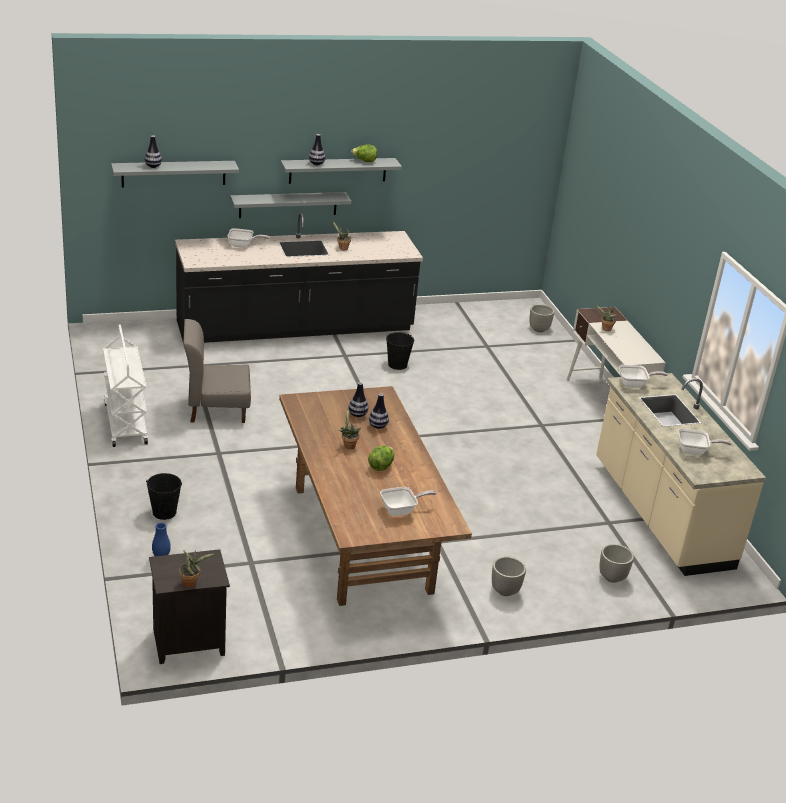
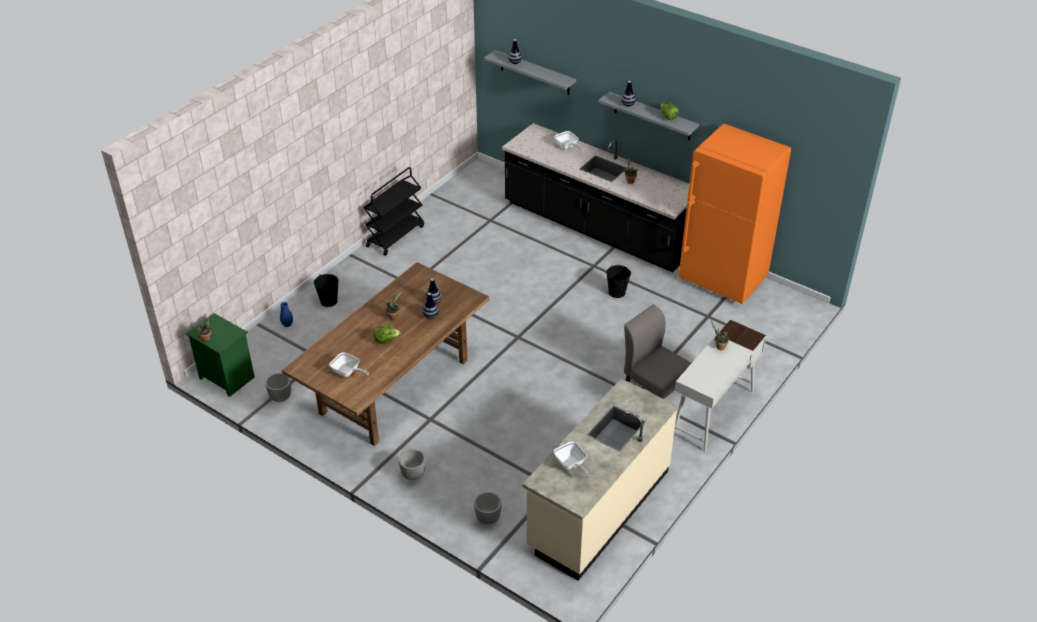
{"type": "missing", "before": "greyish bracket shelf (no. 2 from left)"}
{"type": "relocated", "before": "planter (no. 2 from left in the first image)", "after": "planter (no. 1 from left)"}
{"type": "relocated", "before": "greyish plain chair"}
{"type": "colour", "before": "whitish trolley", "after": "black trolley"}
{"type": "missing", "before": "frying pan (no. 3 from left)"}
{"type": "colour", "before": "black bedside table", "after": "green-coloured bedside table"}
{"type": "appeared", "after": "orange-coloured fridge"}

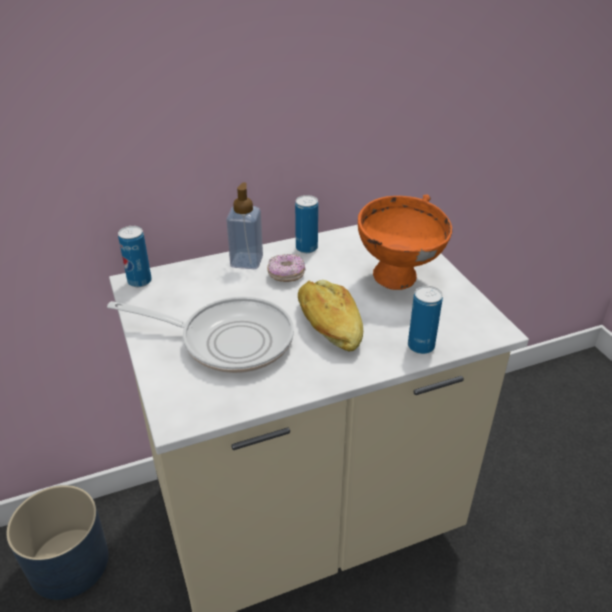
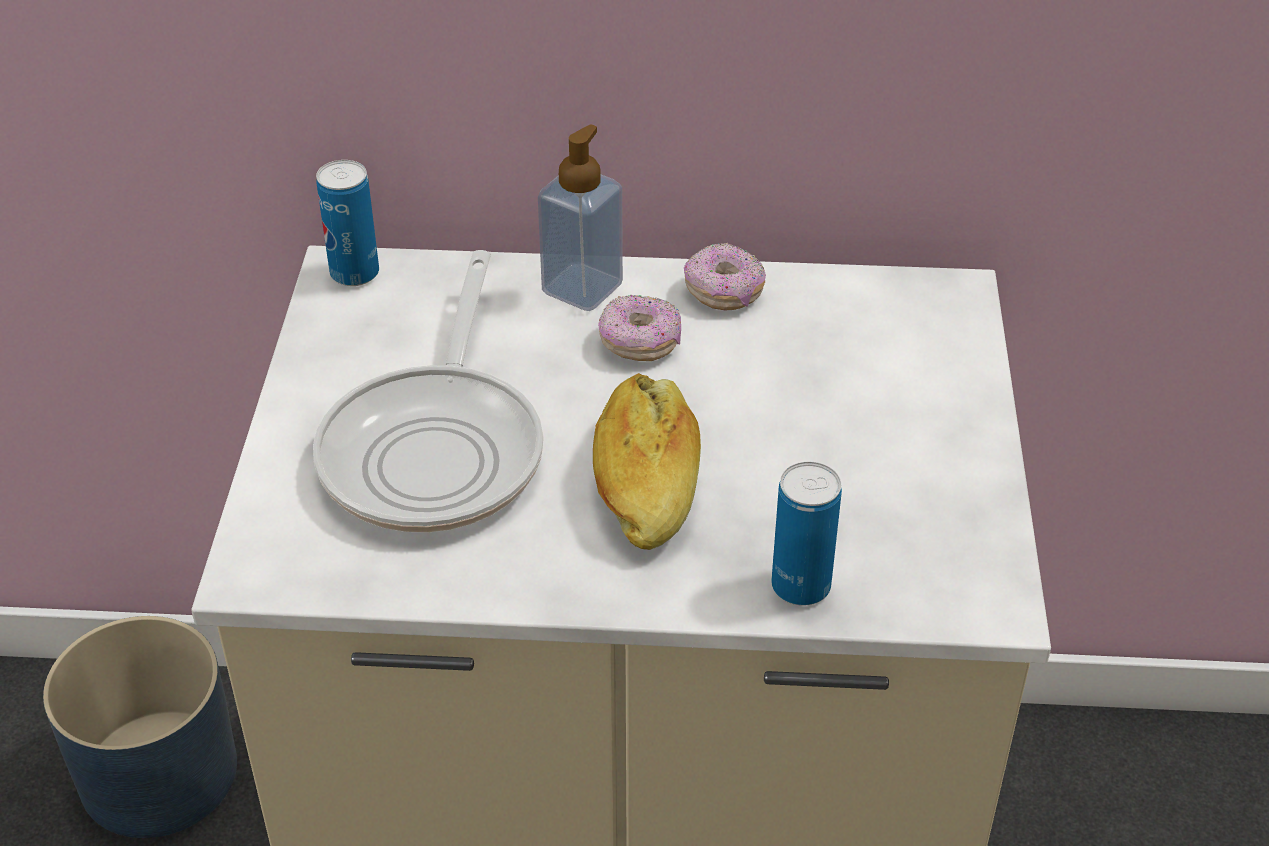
{"type": "exchanged", "before": "sealed can (no. 2 from left)", "after": "ring doughnut (no. 2 from left)"}
{"type": "missing", "before": "orange-coloured bowl"}
{"type": "spun", "before": "frying pan", "turn": 60}

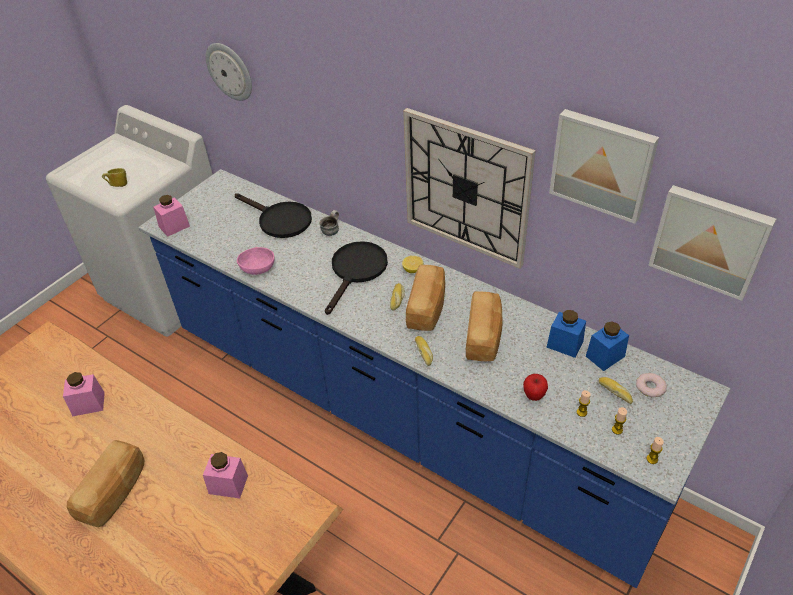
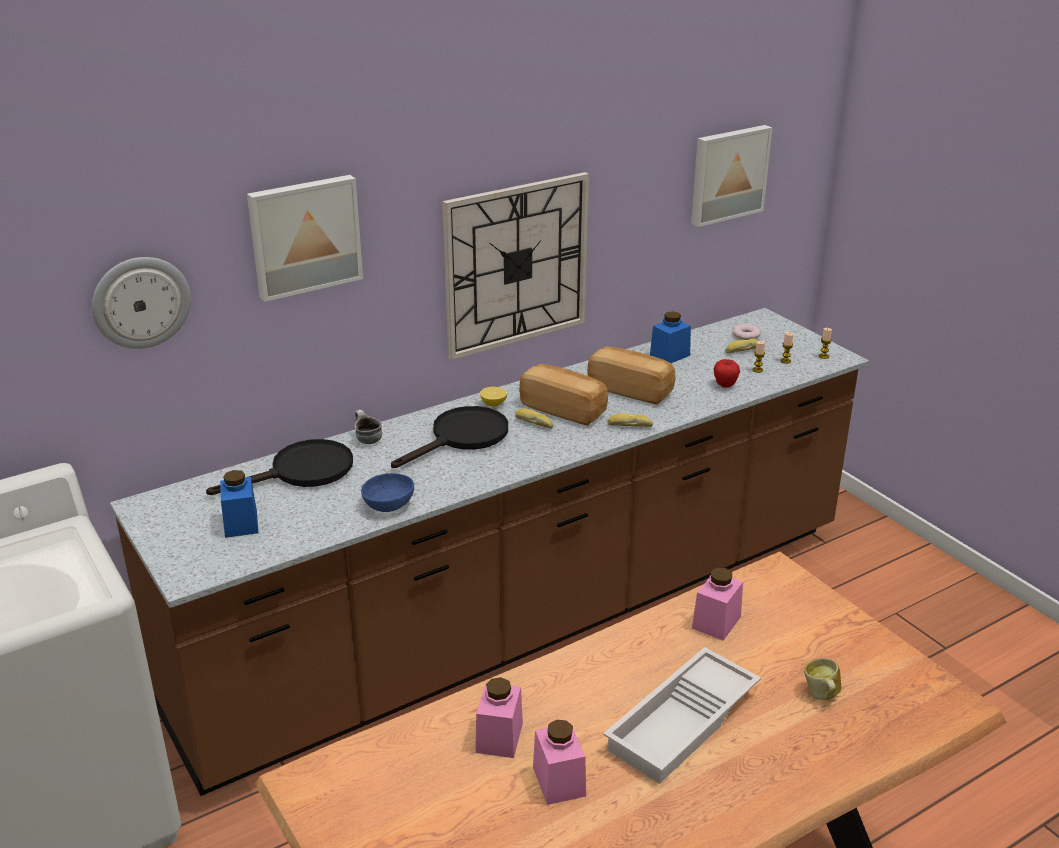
{"type": "relocated", "before": "picture (no. 1 from left)"}
{"type": "relocated", "before": "mug (no. 1 from left in the first image)", "after": "mug (no. 2 from left)"}
{"type": "colour", "before": "blue counter", "after": "brownish counter"}
{"type": "relocated", "before": "pink storage jar (no. 2 from left)"}
{"type": "spun", "before": "black frying pan (no. 2 from left)", "turn": 90}
{"type": "colour", "before": "pink bowl", "after": "blue bowl"}
{"type": "relocated", "before": "blue storage jar (no. 2 from left in the first image)", "after": "blue storage jar (no. 1 from left)"}
{"type": "exchanged", "before": "bakery bread (no. 1 from left)", "after": "whitish carrying tray"}

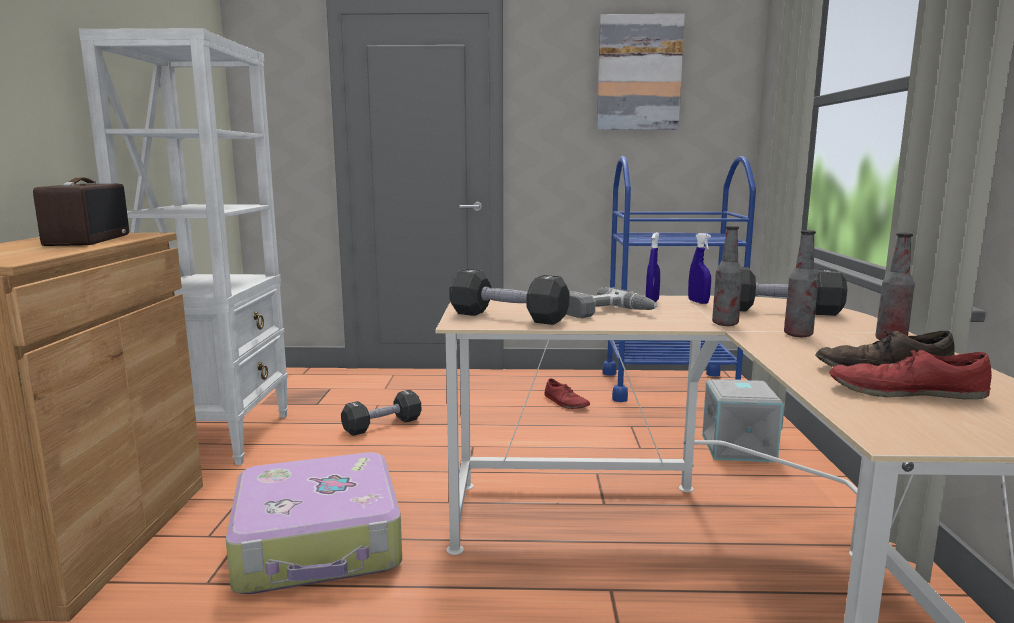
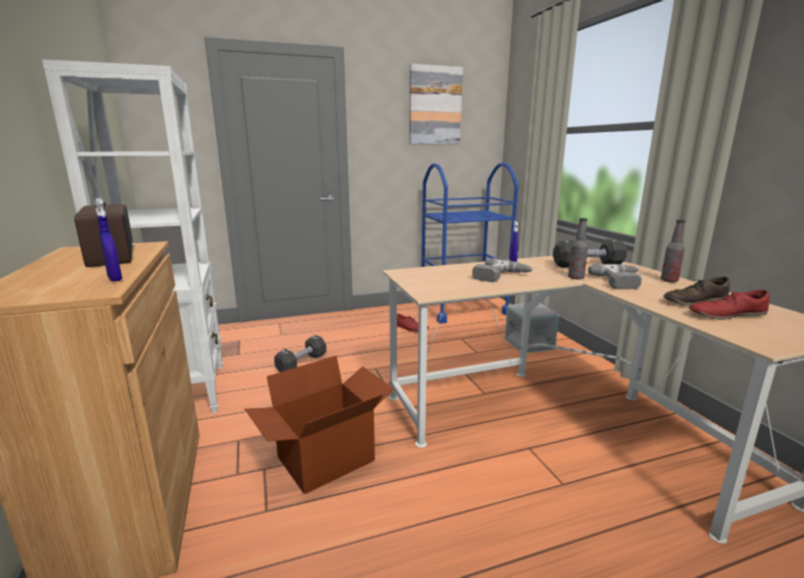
{"type": "exchanged", "before": "drink bottle (no. 2 from left)", "after": "drill (no. 2 from left)"}
{"type": "relocated", "before": "blue sprayer (no. 2 from left in the first image)", "after": "blue sprayer (no. 1 from left)"}
{"type": "missing", "before": "black hand weight (no. 2 from left)"}
{"type": "exchanged", "before": "travel case", "after": "cardboard box"}

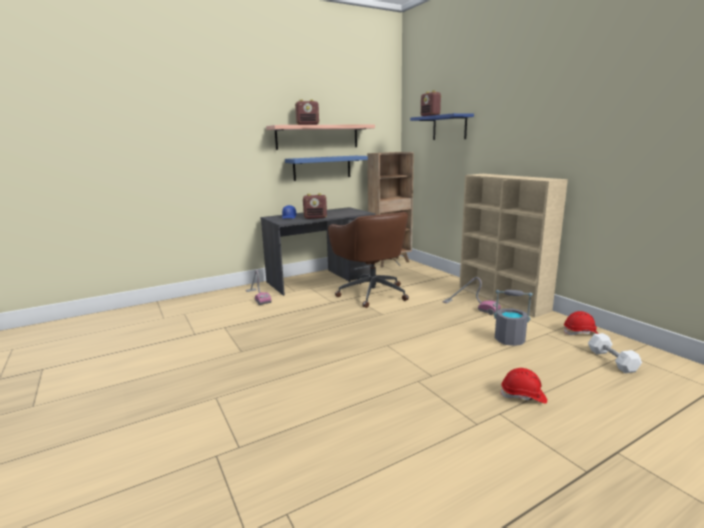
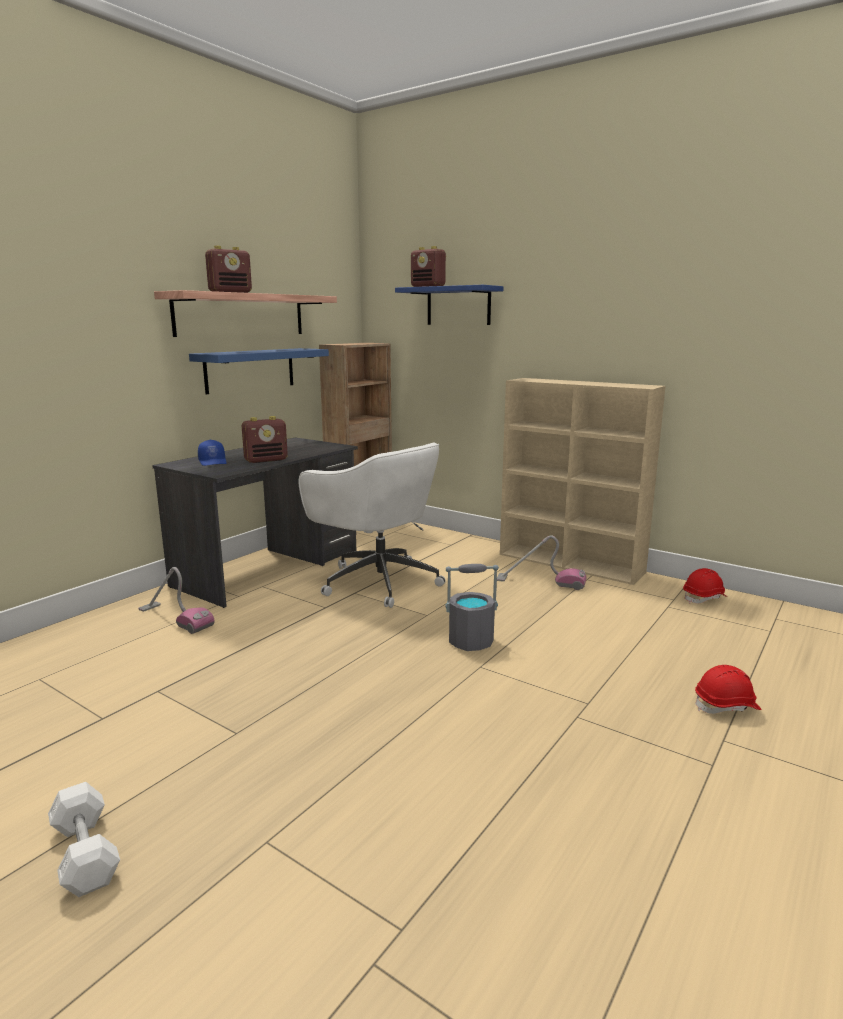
{"type": "colour", "before": "brownish desk chair", "after": "whitish desk chair"}
{"type": "relocated", "before": "greyish bucket"}
{"type": "relocated", "before": "whitish hand weight"}

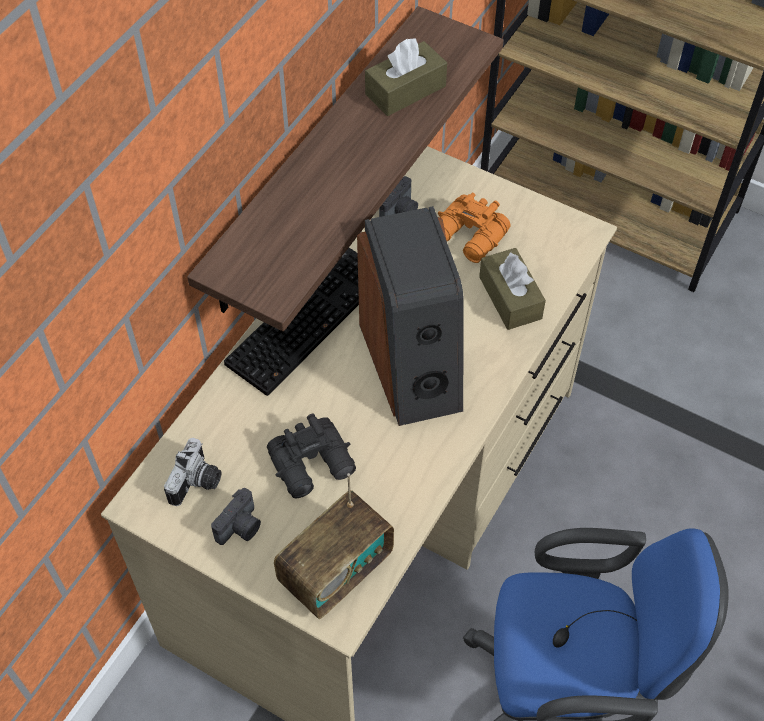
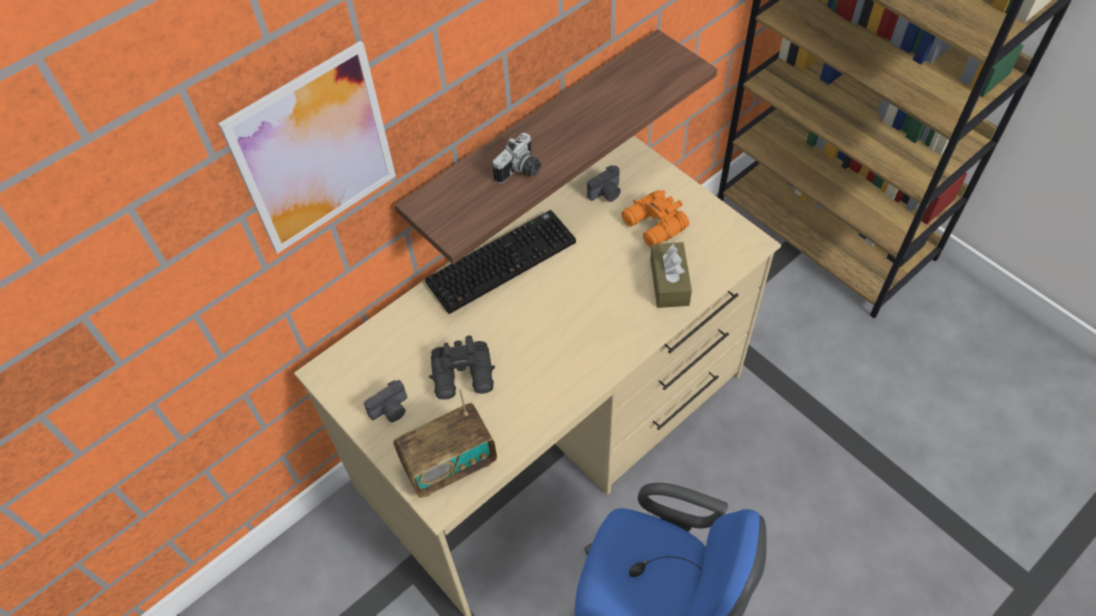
{"type": "missing", "before": "brownish tissue holder (no. 1 from left)"}
{"type": "missing", "before": "speaker"}
{"type": "relocated", "before": "photo camera (no. 1 from left in the first image)", "after": "photo camera (no. 2 from left)"}
{"type": "appeared", "after": "picture"}

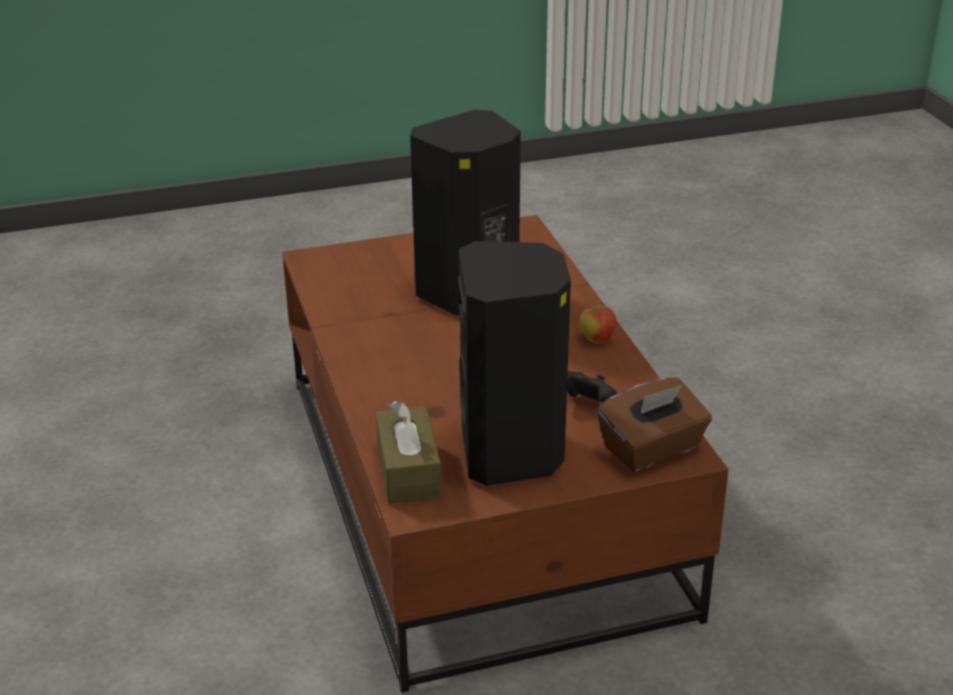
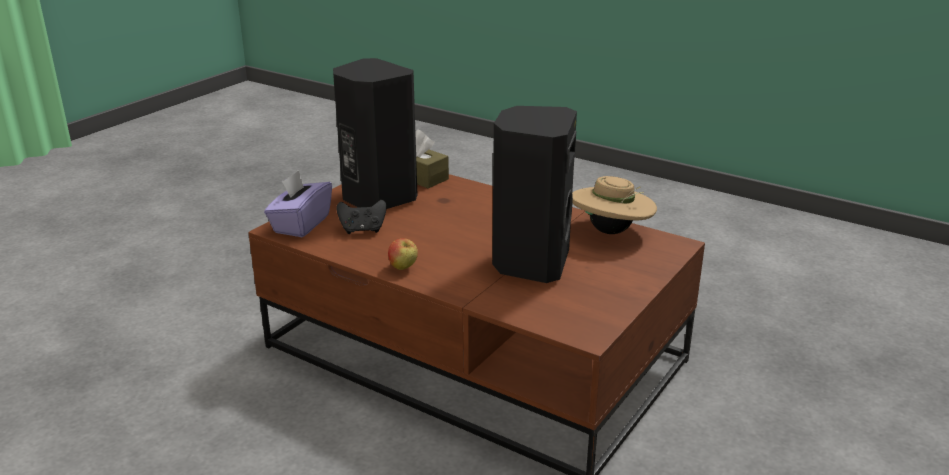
{"type": "colour", "before": "brownish tissue holder (no. 2 from left)", "after": "purple-coloured tissue holder"}
{"type": "appeared", "after": "sand-coloured hat"}

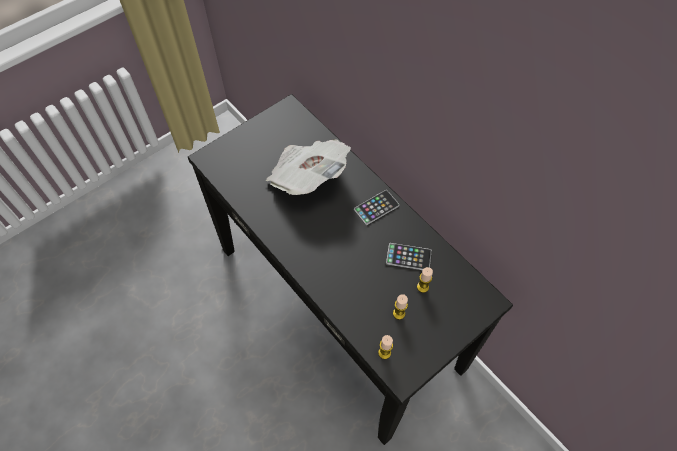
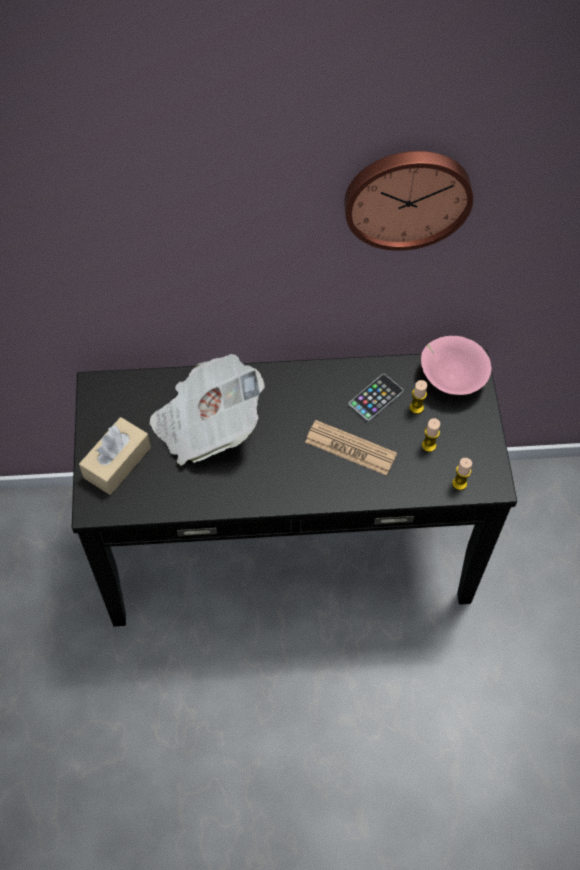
{"type": "missing", "before": "handset (no. 1 from left)"}
{"type": "appeared", "after": "wall clock"}
{"type": "appeared", "after": "pink bowl"}
{"type": "appeared", "after": "sand-coloured tissue holder"}
{"type": "appeared", "after": "daily paper (no. 2 from left)"}

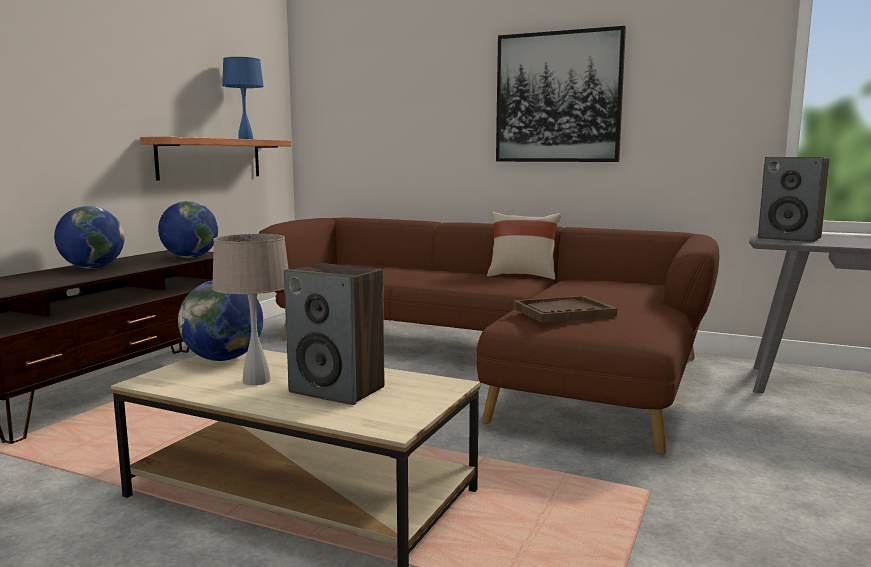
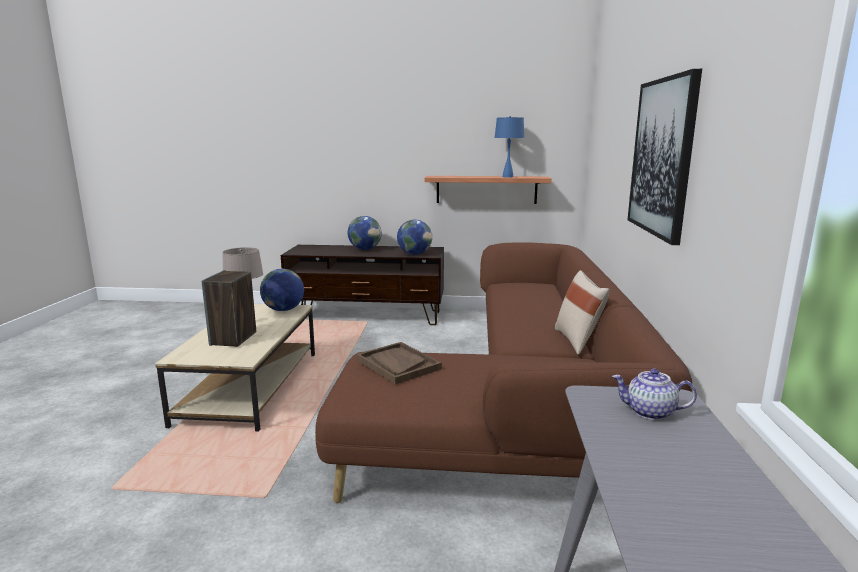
{"type": "exchanged", "before": "speaker (no. 2 from left)", "after": "tea pot"}

